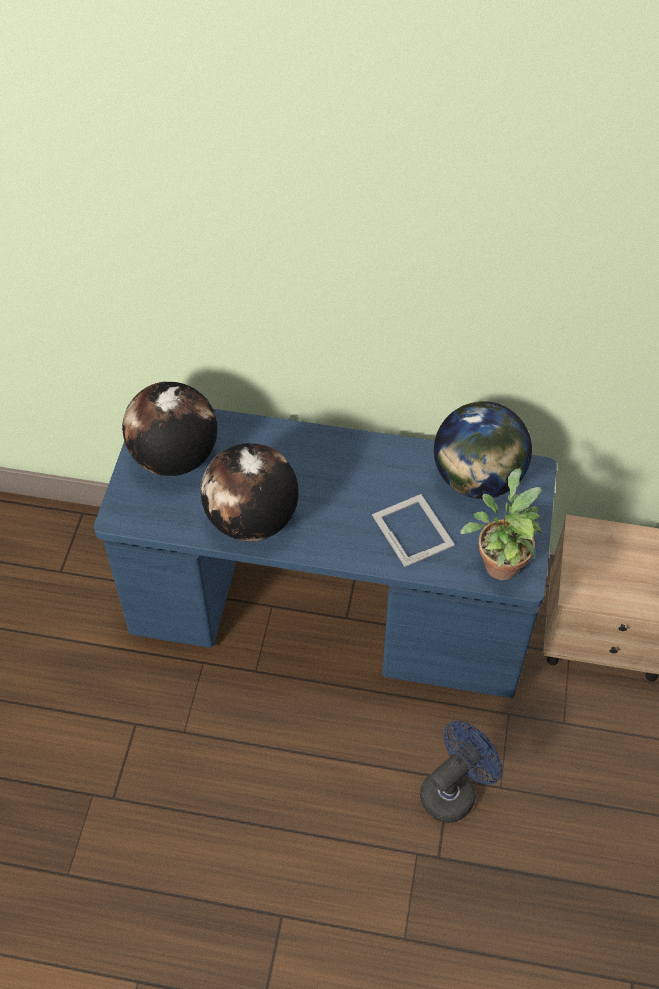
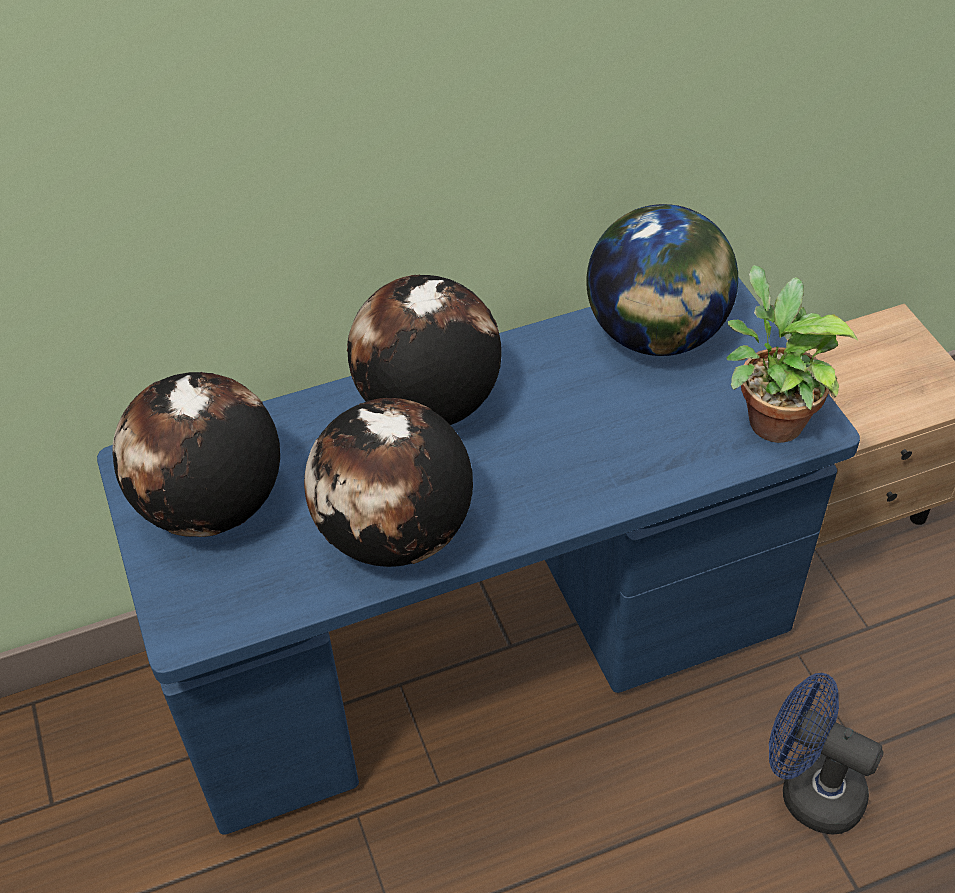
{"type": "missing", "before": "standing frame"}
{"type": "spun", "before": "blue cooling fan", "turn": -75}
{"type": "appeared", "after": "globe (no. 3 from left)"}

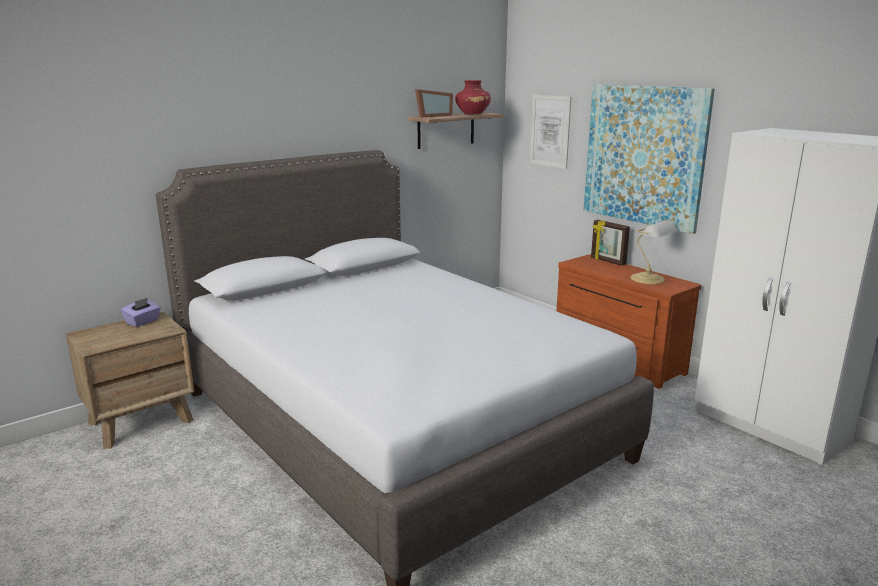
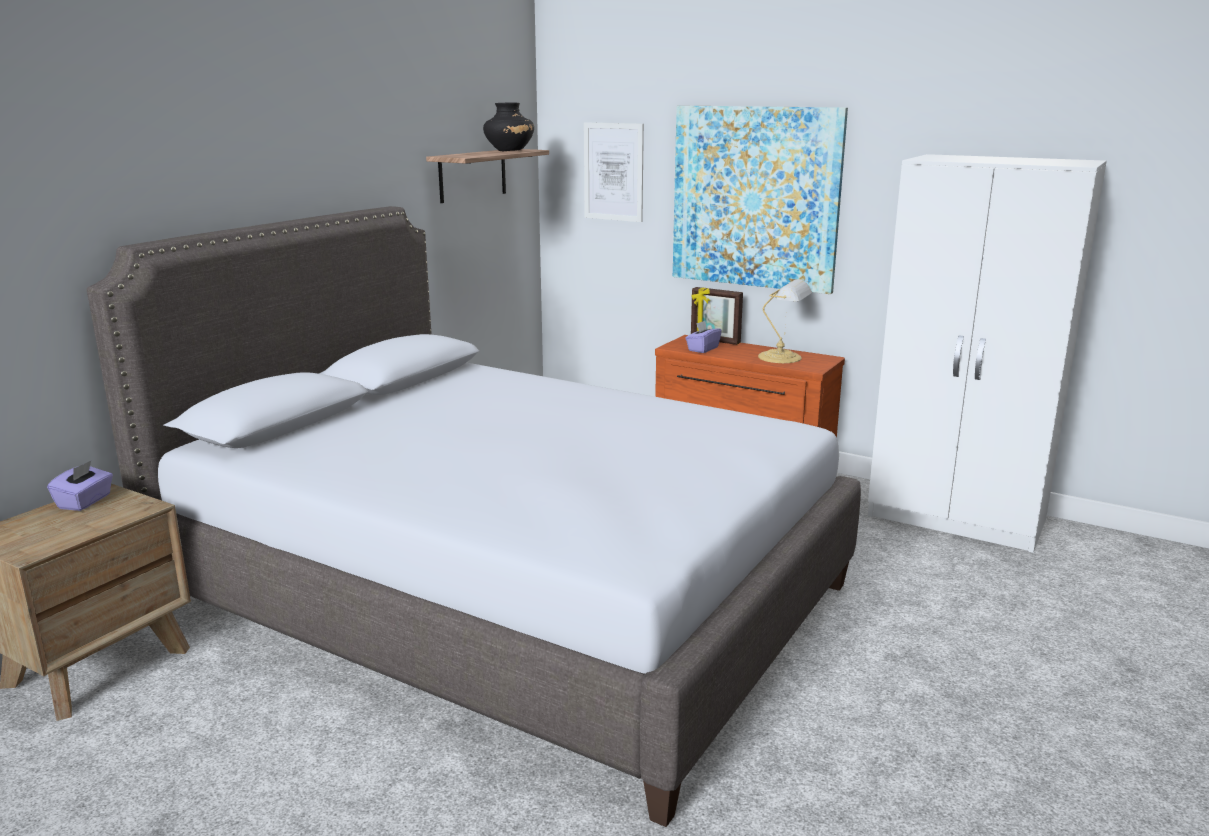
{"type": "colour", "before": "red-coloured vase", "after": "black vase"}
{"type": "missing", "before": "standing frame (no. 1 from left)"}
{"type": "appeared", "after": "purple-coloured tissue holder (no. 2 from left)"}

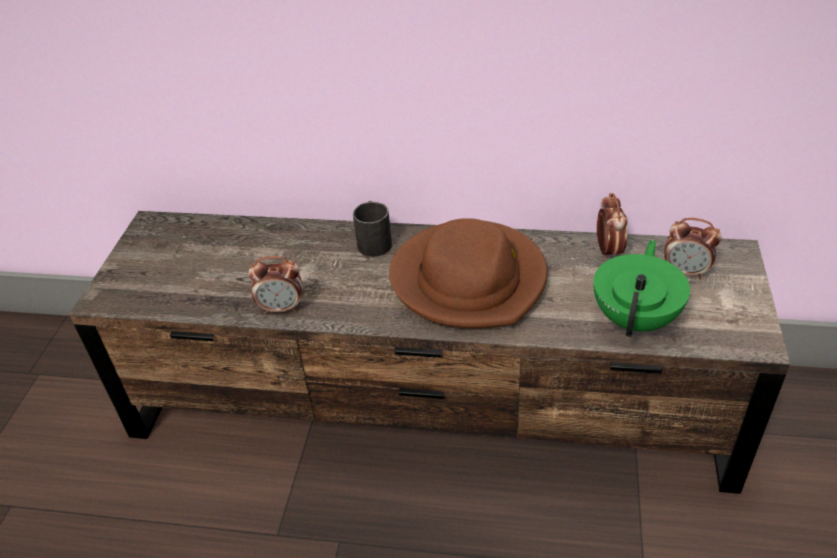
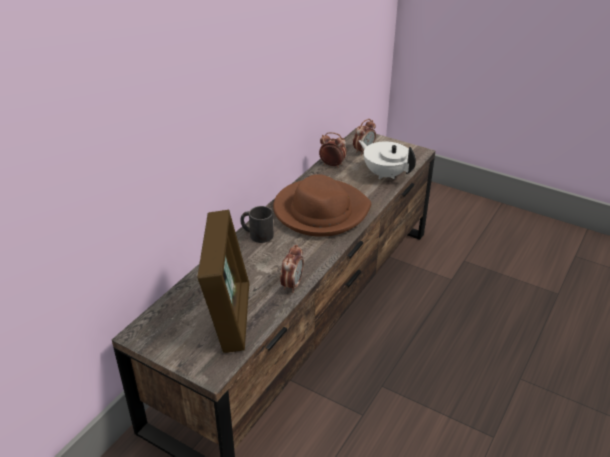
{"type": "colour", "before": "green-coloured tea pot", "after": "whitish tea pot"}
{"type": "appeared", "after": "standing frame"}

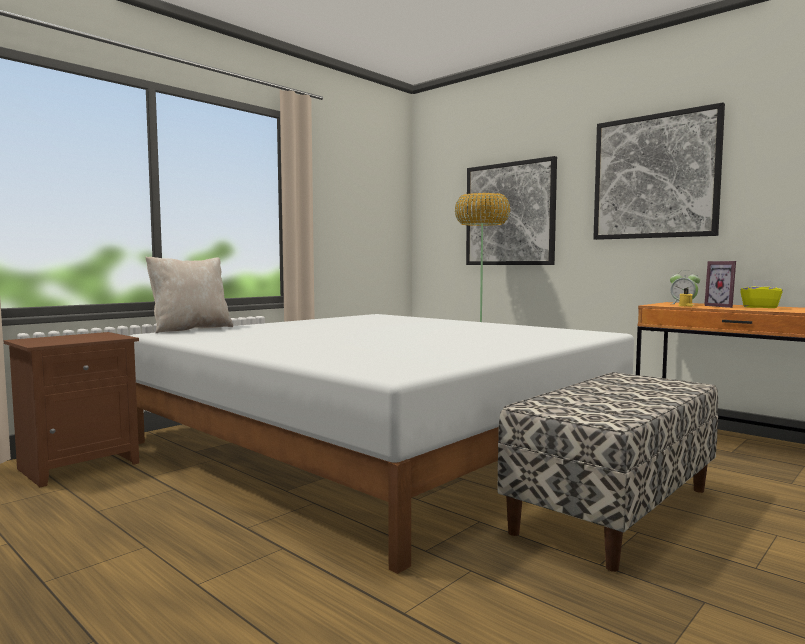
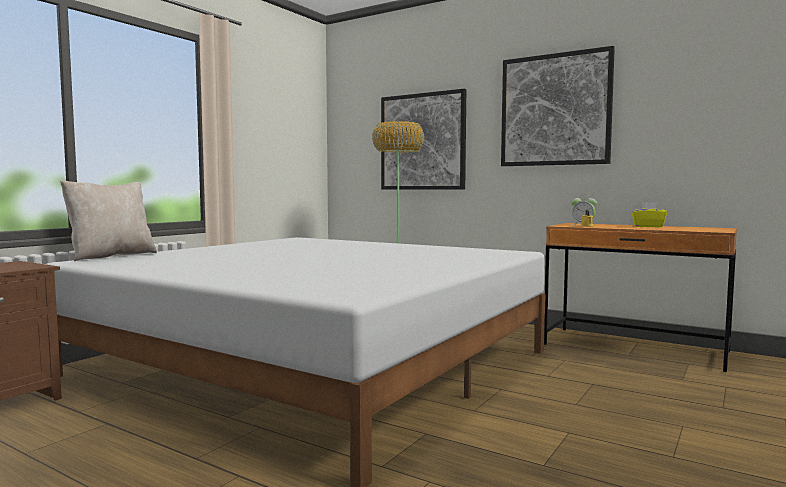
{"type": "missing", "before": "standing frame"}
{"type": "missing", "before": "indoor bench"}

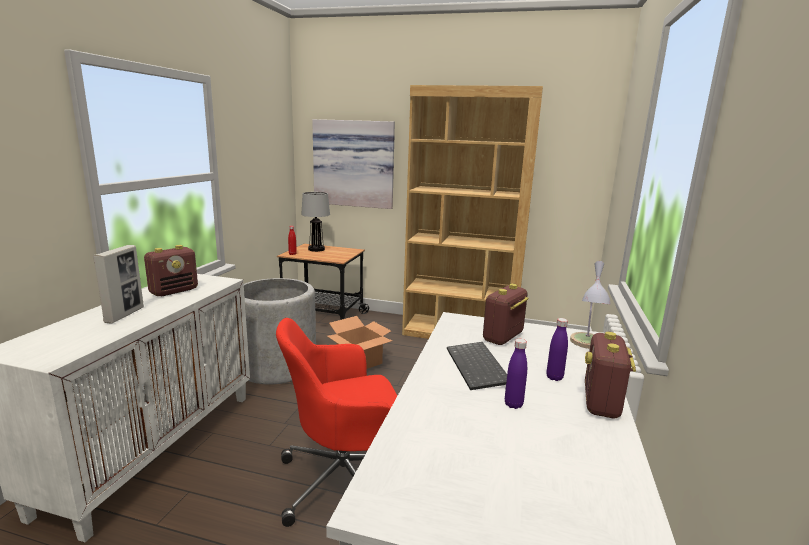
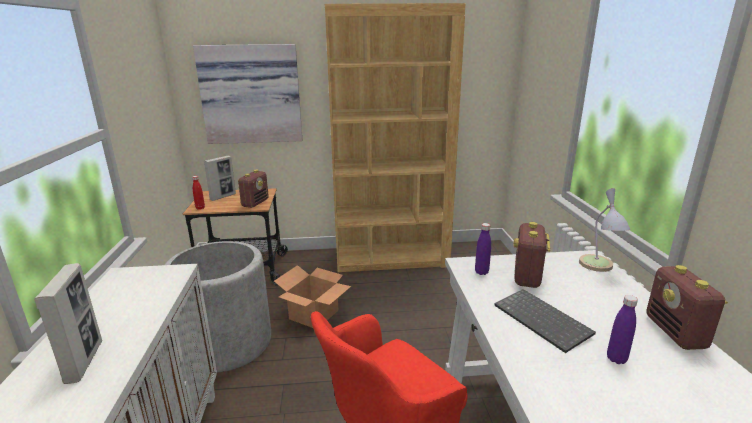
{"type": "exchanged", "before": "table lamp (no. 1 from left)", "after": "standing frame (no. 2 from left)"}
{"type": "relocated", "before": "radio set (no. 1 from left)"}
{"type": "relocated", "before": "purple-coloured drink bottle (no. 2 from left in the first image)", "after": "purple-coloured drink bottle (no. 1 from left)"}

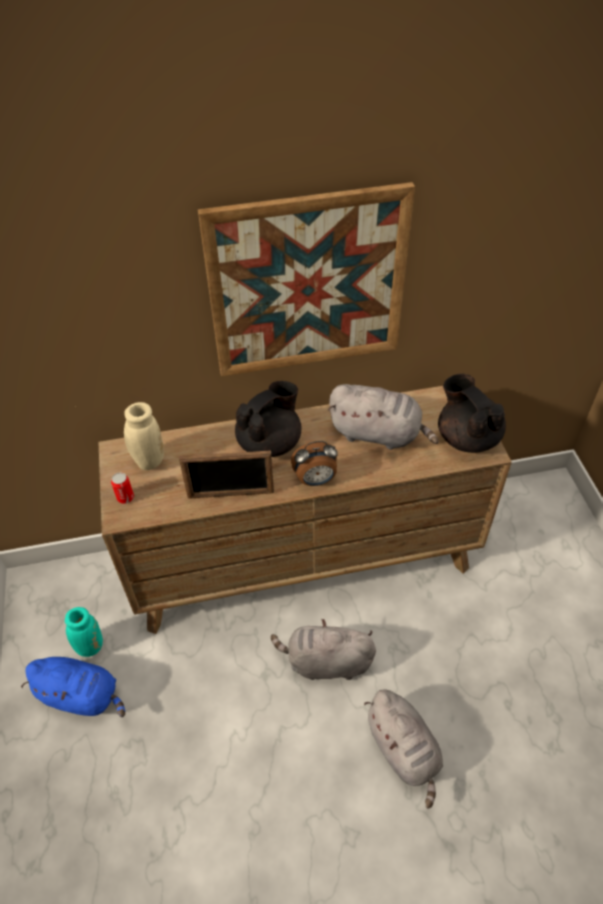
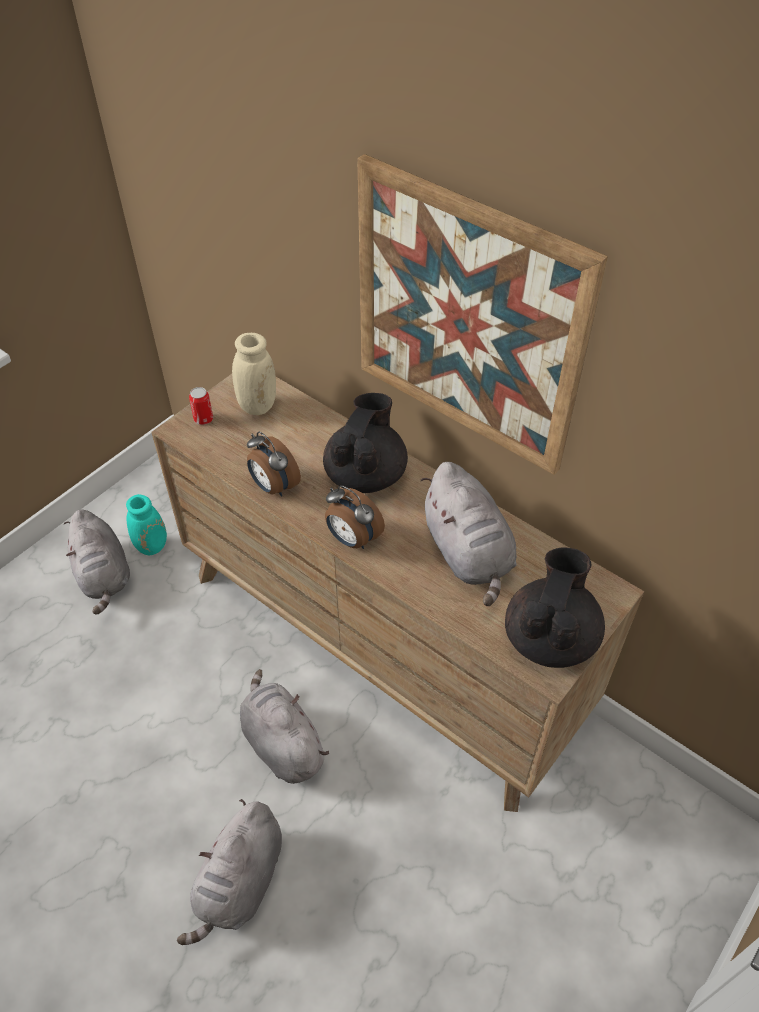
{"type": "spun", "before": "black tea pot (no. 1 from left)", "turn": -75}
{"type": "exchanged", "before": "standing frame", "after": "bedside clock (no. 1 from left)"}
{"type": "colour", "before": "blue plush toy", "after": "greyish plush toy (no. 1 from left)"}

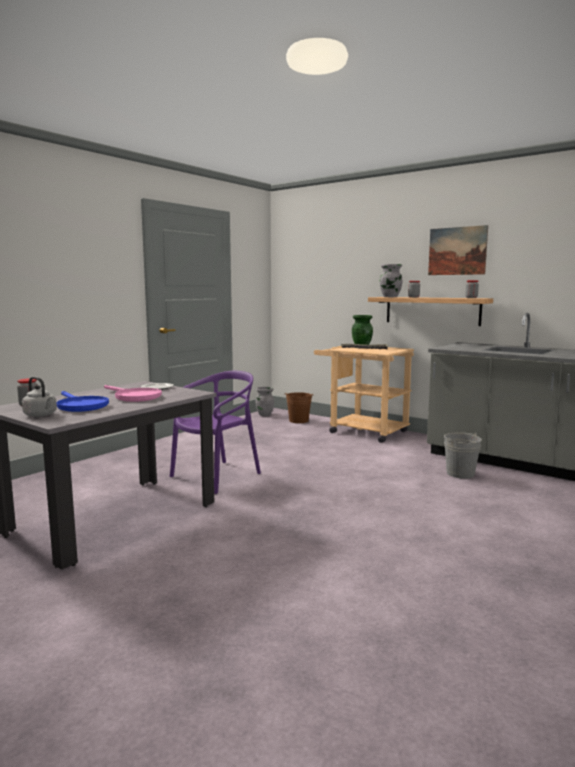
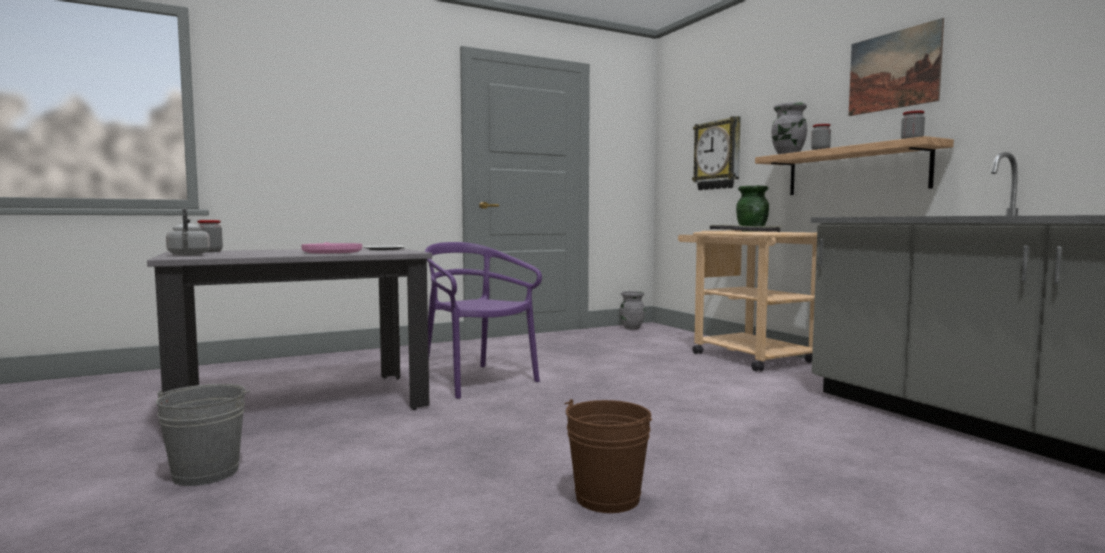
{"type": "spun", "before": "purple-coloured plain chair", "turn": -105}
{"type": "missing", "before": "blue frying pan"}
{"type": "relocated", "before": "brownish bucket"}
{"type": "relocated", "before": "greyish bucket"}
{"type": "appeared", "after": "wall clock"}

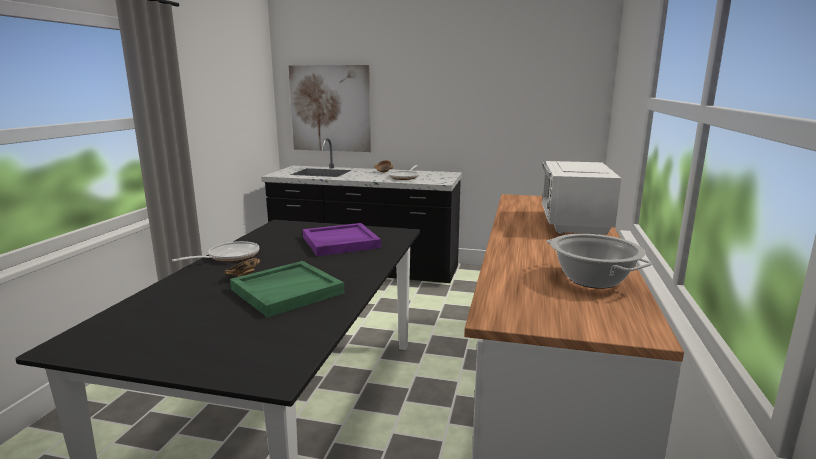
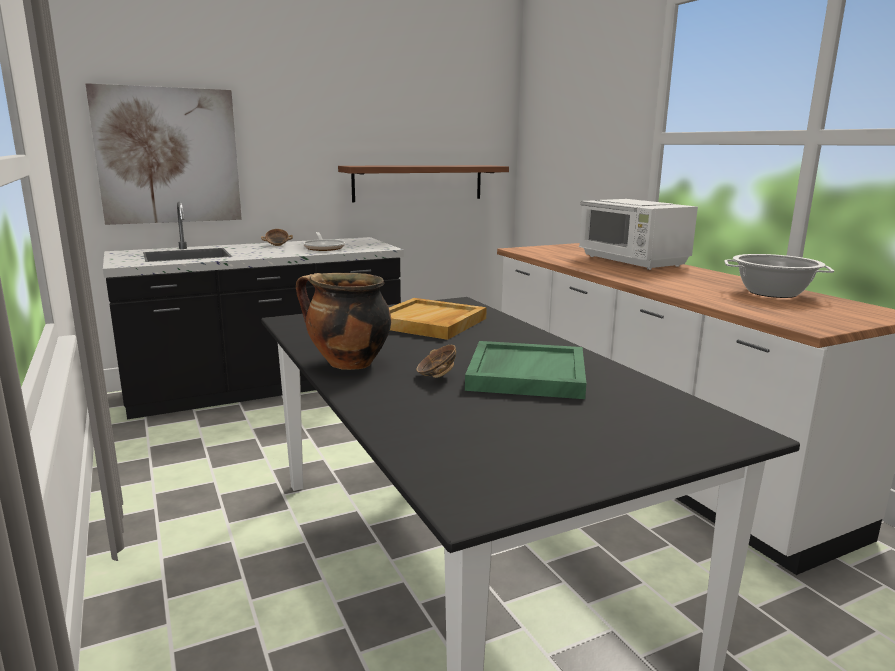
{"type": "colour", "before": "purple-coloured carrying tray", "after": "sand-coloured carrying tray"}
{"type": "exchanged", "before": "frying pan (no. 1 from left)", "after": "stockpot (no. 1 from left)"}
{"type": "appeared", "after": "bracket shelf"}

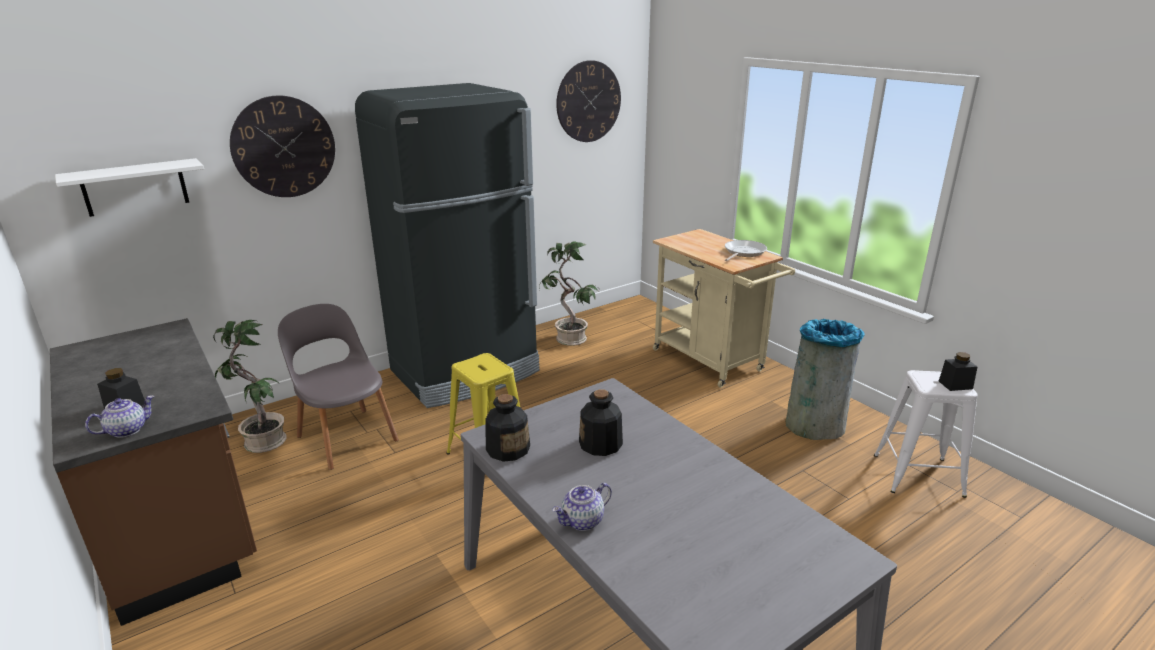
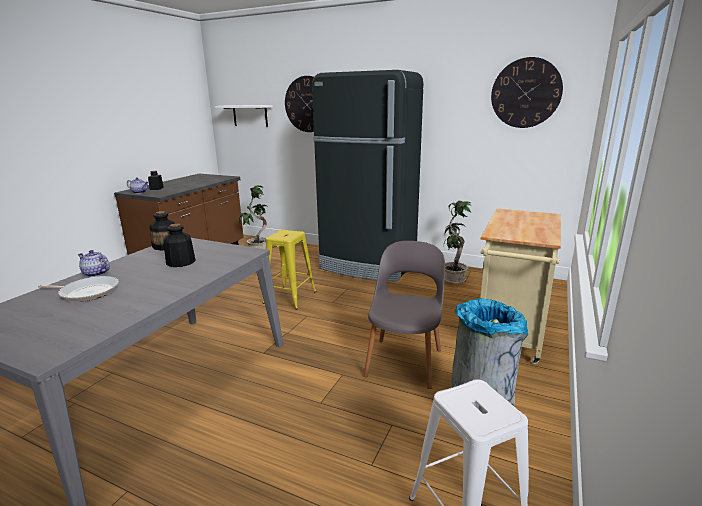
{"type": "relocated", "before": "frying pan"}
{"type": "relocated", "before": "greyish plain chair"}
{"type": "missing", "before": "black storage jar (no. 2 from left)"}

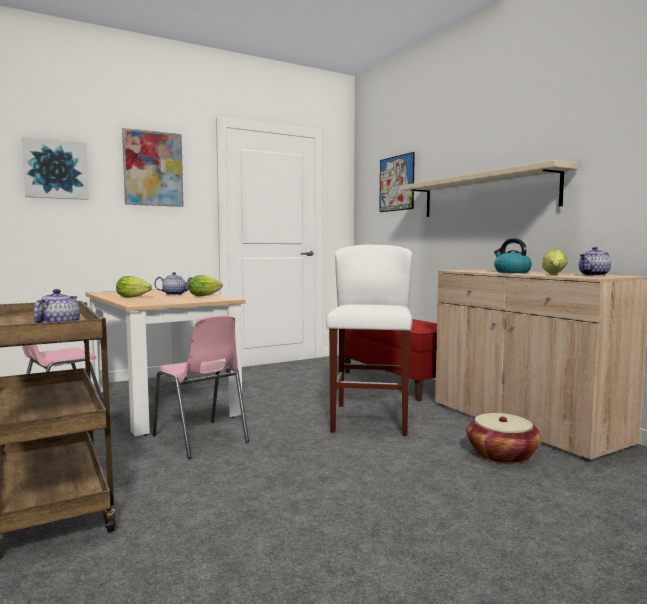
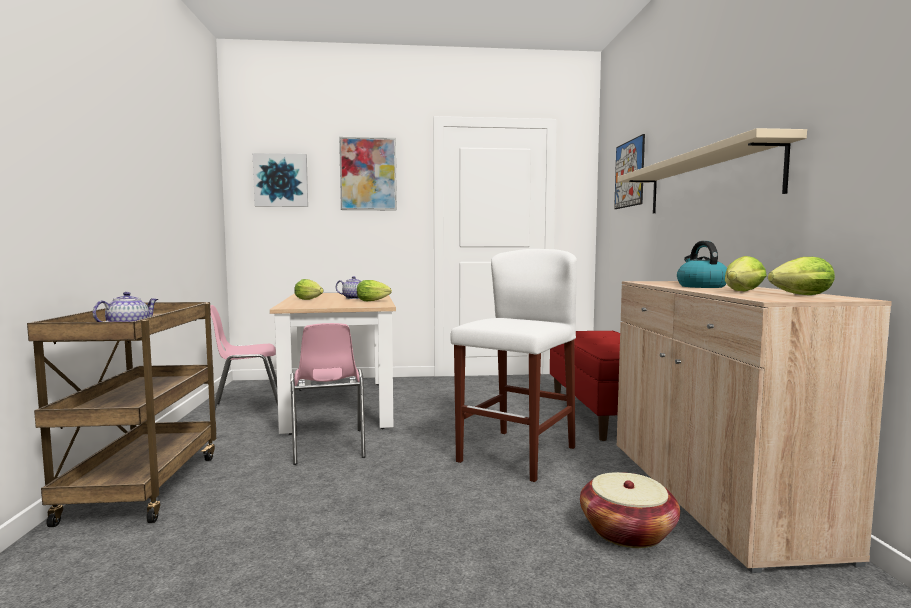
{"type": "exchanged", "before": "tea pot (no. 3 from left)", "after": "lettuce head (no. 4 from left)"}

